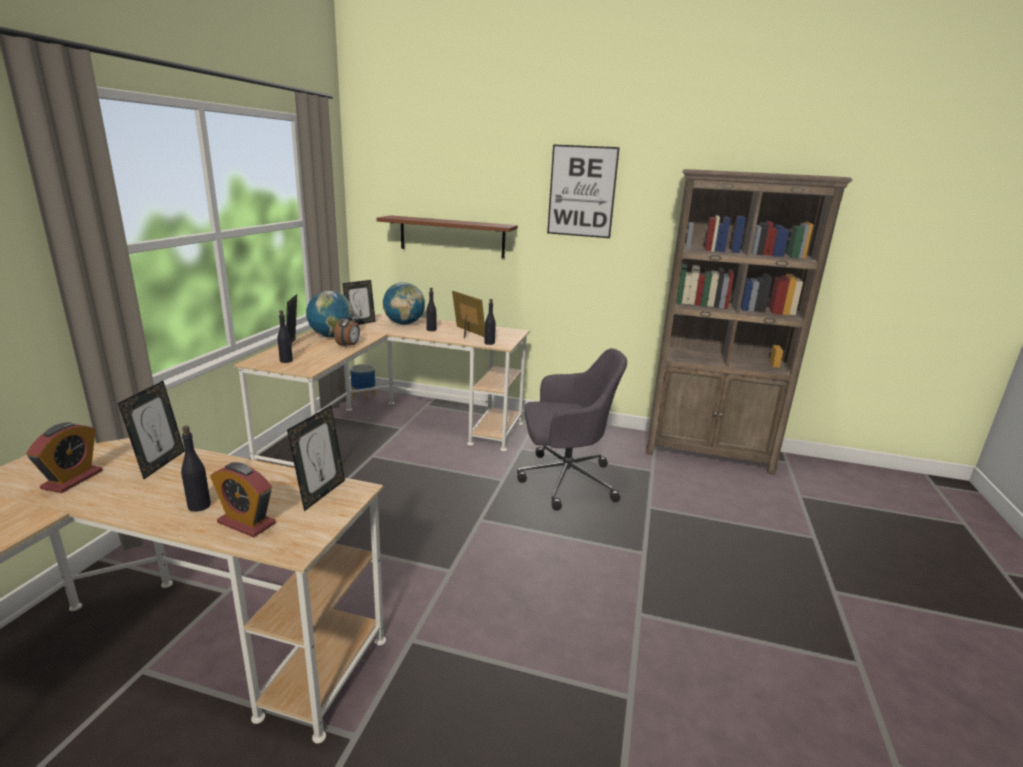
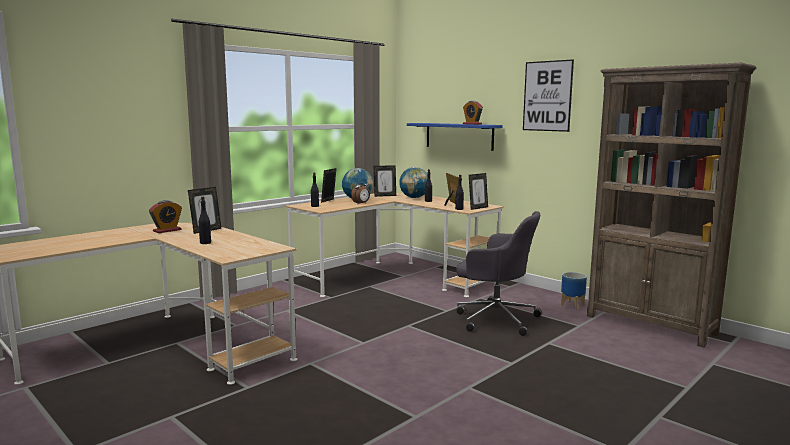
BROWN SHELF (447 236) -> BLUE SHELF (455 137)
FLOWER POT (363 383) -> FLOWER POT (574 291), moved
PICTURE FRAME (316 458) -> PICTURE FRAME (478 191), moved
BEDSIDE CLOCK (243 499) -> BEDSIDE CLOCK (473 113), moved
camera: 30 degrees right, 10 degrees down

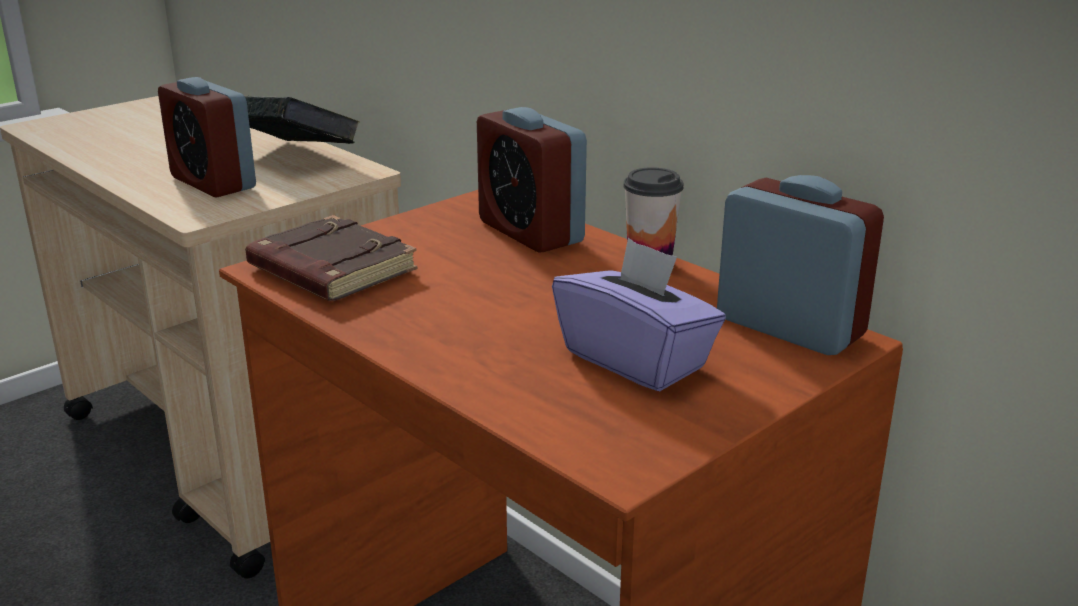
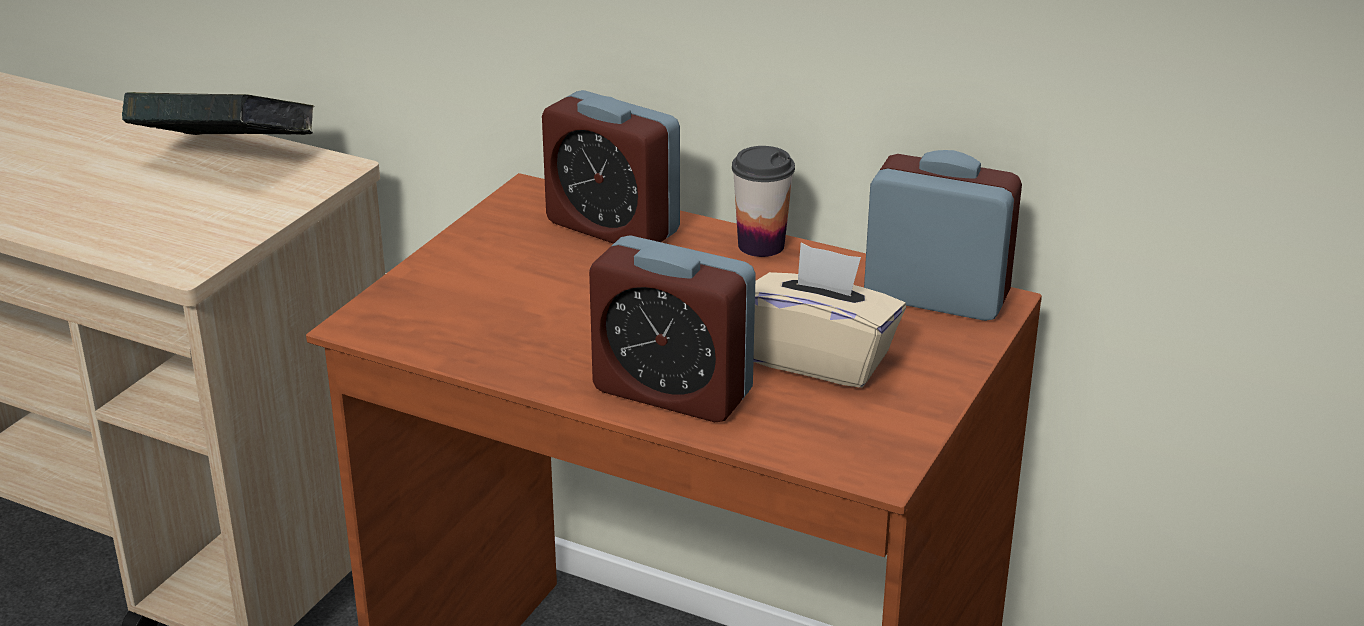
BEDSIDE CLOCK (207 137) -> BEDSIDE CLOCK (672 328), moved
BROWN BOUND BOOK (331 258) -> none
PURPLE TISSUE HOLDER (639 314) -> BEIGE-COLOURED TISSUE HOLDER (829 315)
camera: 20 degrees left, 5 degrees up

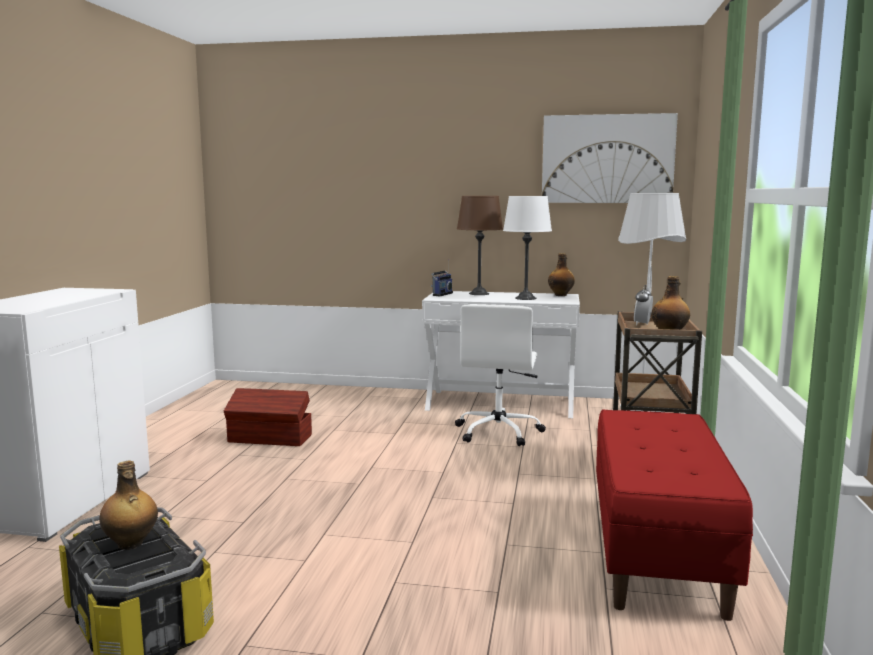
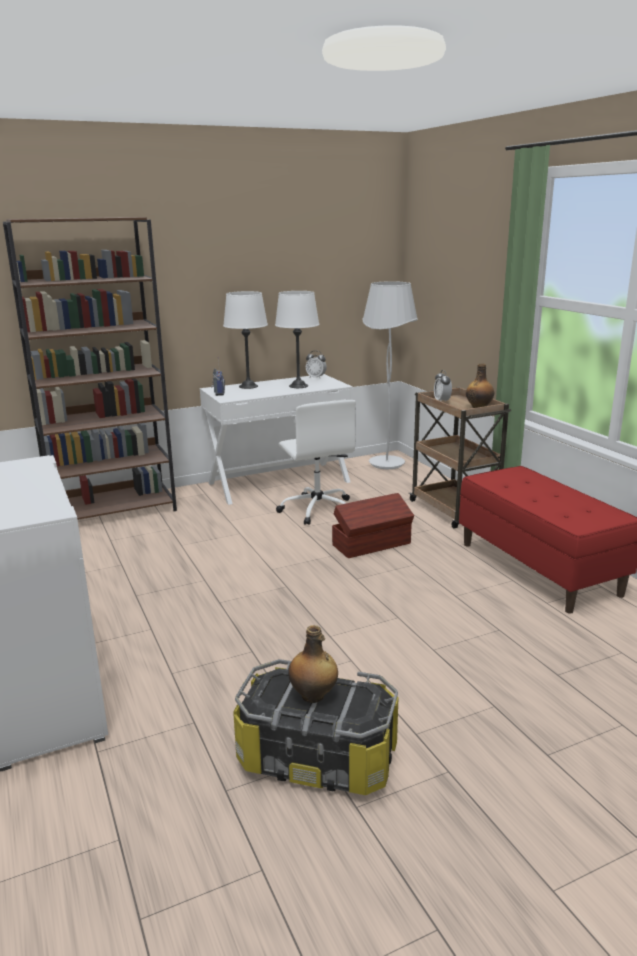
PICTURE (610 158) -> none
BROWN TABLETOP LAMP (480 245) -> WHITISH TABLETOP LAMP (245 340)
BEVERAGE BOTTLE (561 274) -> BEDSIDE CLOCK (316 364)
BROWN STORAGE CONTAINER (268 417) -> BROWN STORAGE CONTAINER (373 525), moved
none -> BROWN SHELVING UNIT (90 368)
camera: 35 degrees left, 10 degrees up

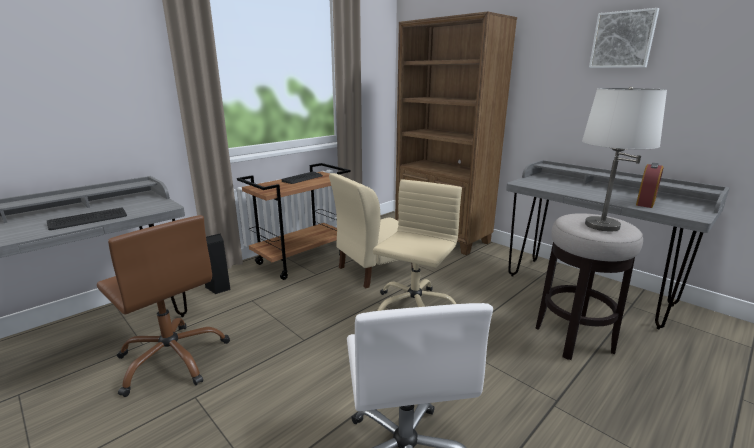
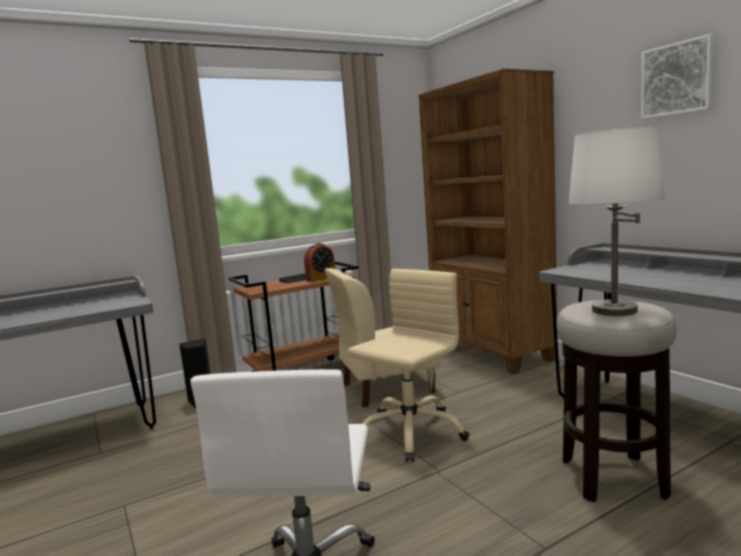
BEDSIDE CLOCK (650 185) -> BEDSIDE CLOCK (319 262), moved
PC KEYBOARD (87 219) -> none
BROWN COMPUTER CHAIR (163 306) -> none
camera: 15 degrees right, 10 degrees down

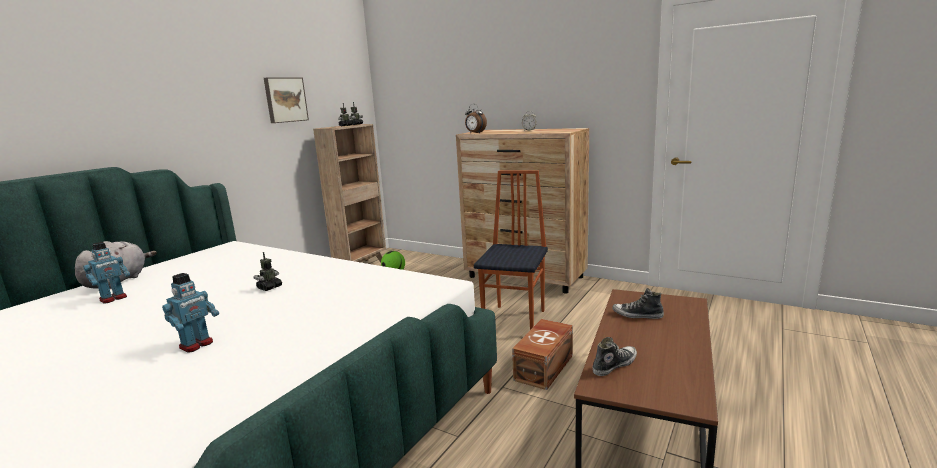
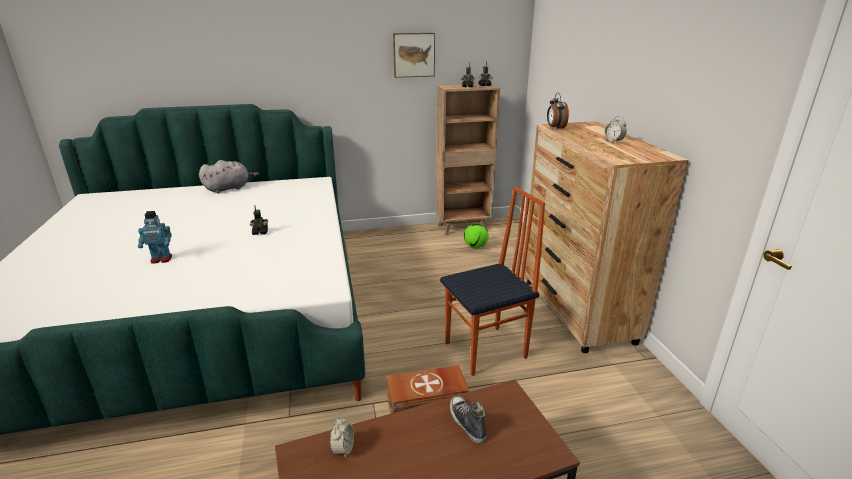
MODEL ROBOT (106 272) -> none
LOW SHOE (614 356) -> BEDSIDE CLOCK (342 437)
camera: 45 degrees right, 10 degrees up

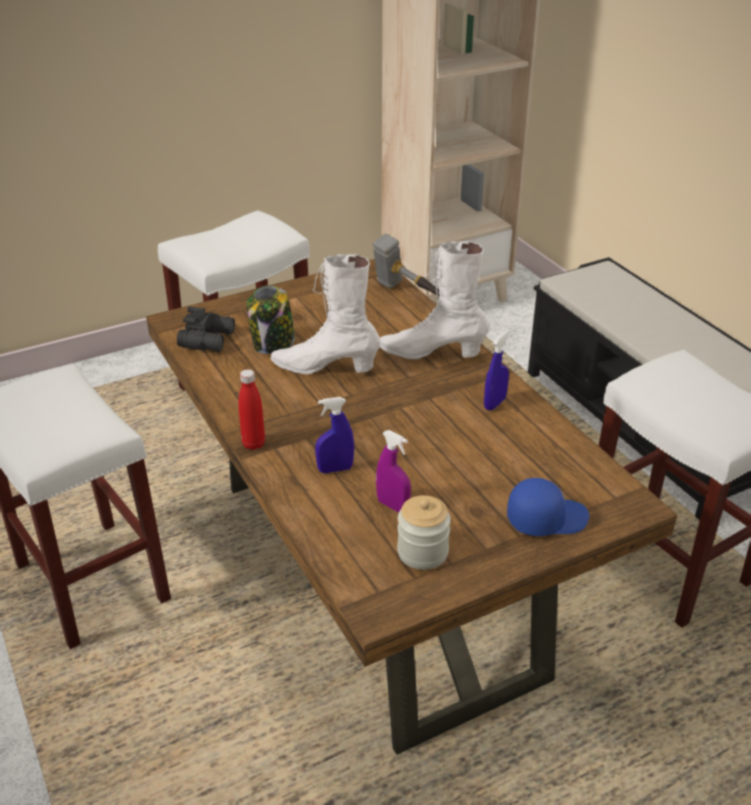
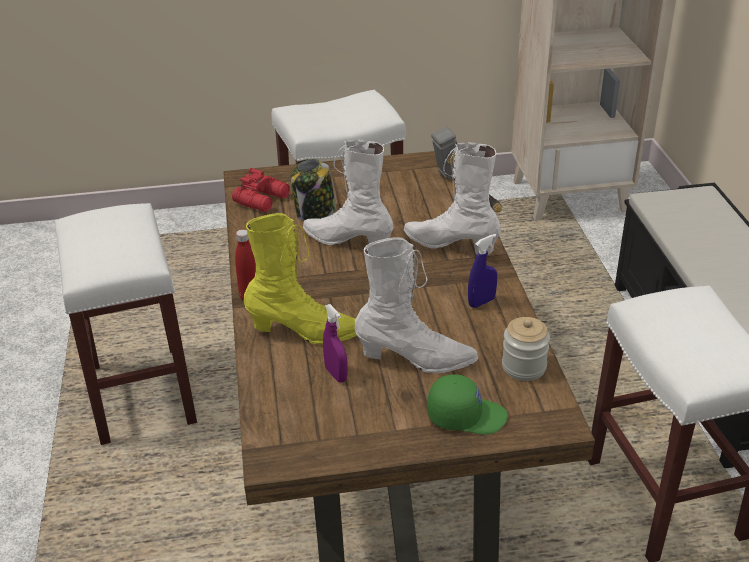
BLACKISH FIELD GLASSES (206 329) -> RED FIELD GLASSES (261 190)
BLUE SPRAY BOTTLE (334 435) -> YELLOW TALL BOOT (300 279)
BLUE BASEBALL CAP (548 507) -> GREEN BASEBALL CAP (467 404)
PRESERVE JAR (424 532) -> PRESERVE JAR (526 349), moved
none -> WHITISH TALL BOOT (416 305)
camera: 20 degrees right, 0 degrees up

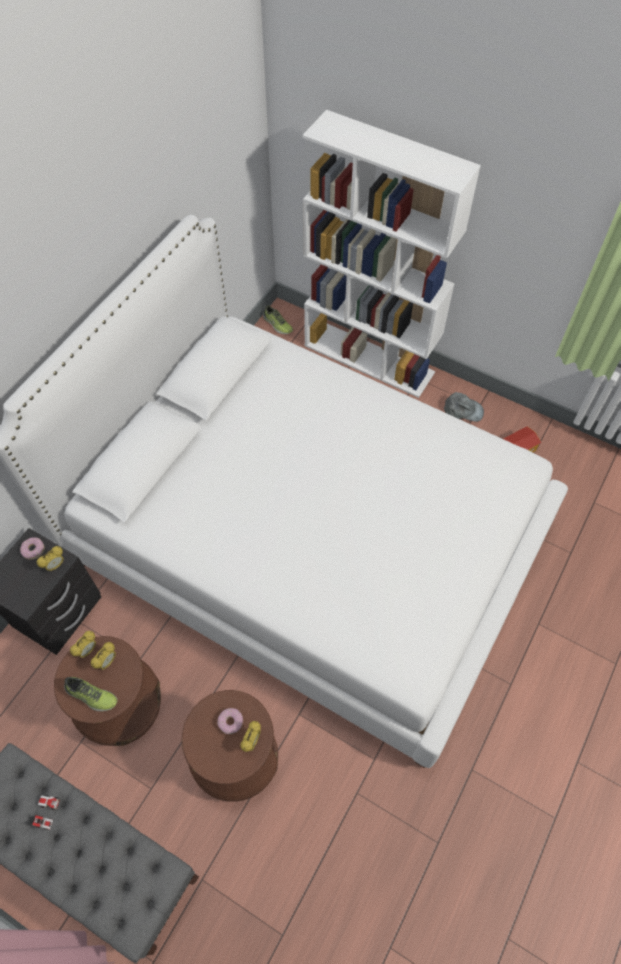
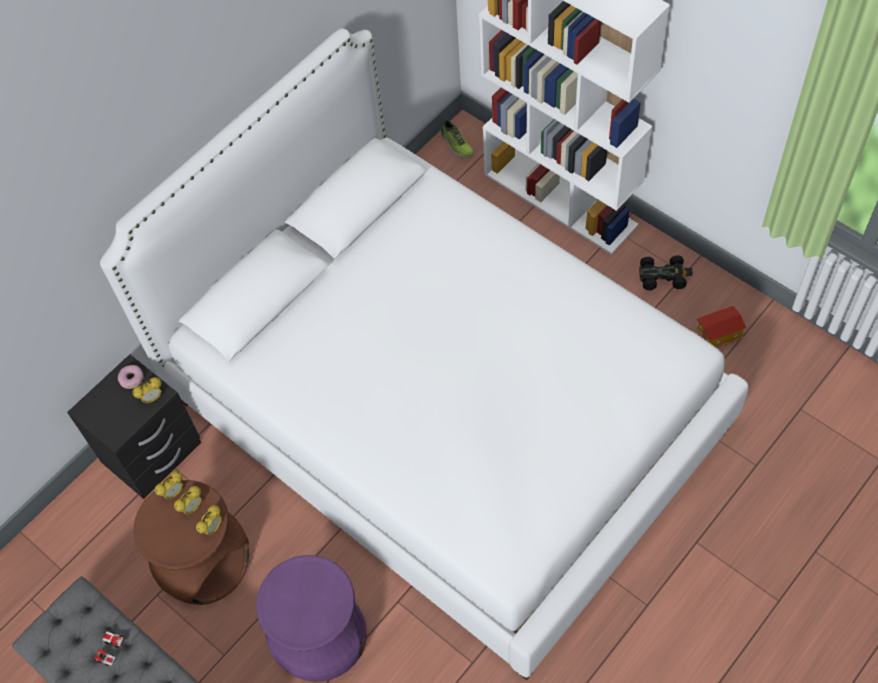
GREY BASEBALL CAP (464 407) -> BLACKISH MODEL CAR (666 272)
LOW SHOE (91 694) -> none
BROWN STOOL (230 746) -> PURPLE STOOL (311 618)
DONUT (230 721) -> none
BEDSIDE CLOCK (251 736) -> BEDSIDE CLOCK (209 520), moved
camera: 15 degrees right, 0 degrees up

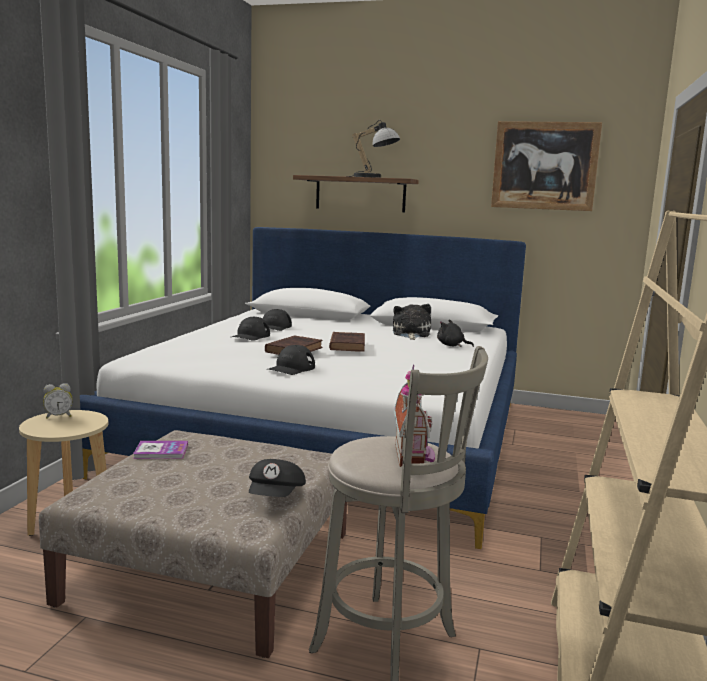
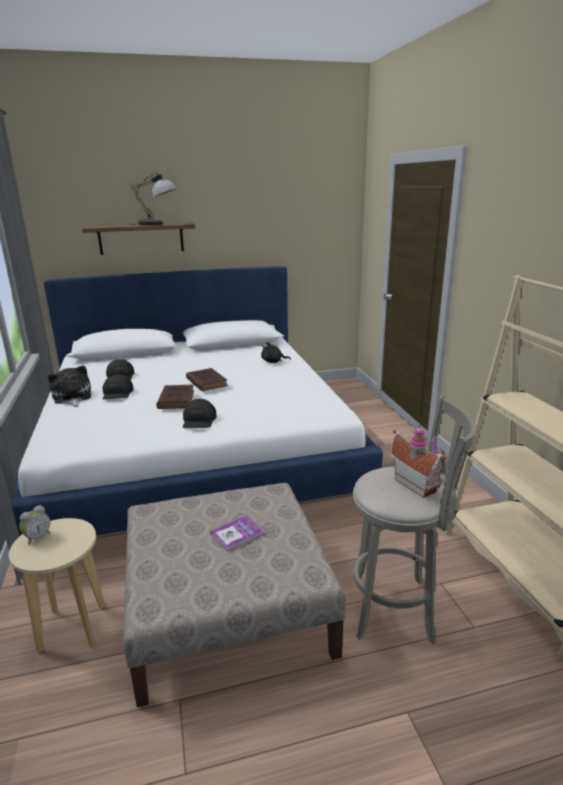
PICTURE (546 166) -> none
CUDDLY TOY (412 322) -> CUDDLY TOY (70 386), moved
BOUND BOOK (160 450) -> BOUND BOOK (237 533), moved
BLACKISH BASEBALL CAP (277 478) -> none
camera: 30 degrees left, 10 degrees up

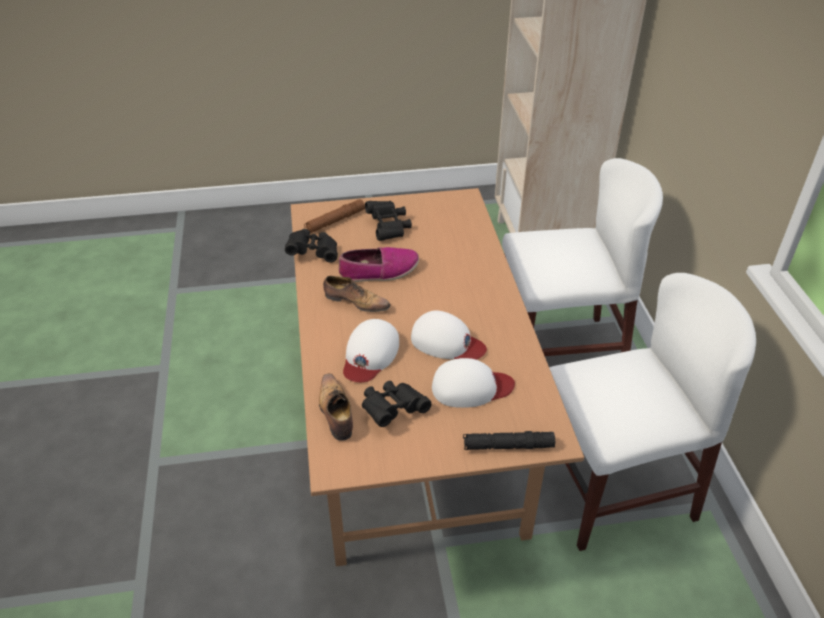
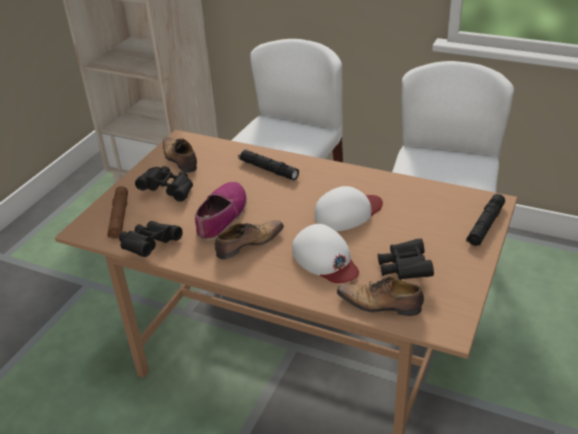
WHITISH BASEBALL CAP (473 383) -> none
none -> LOW SHOE (180 155)
none -> BLACKISH FLASHLIGHT (268 165)
camera: 55 degrees left, 5 degrees down

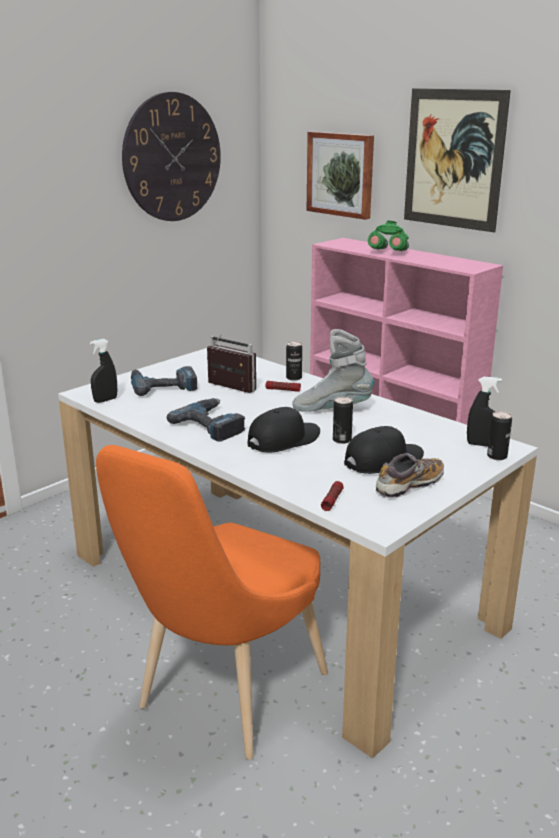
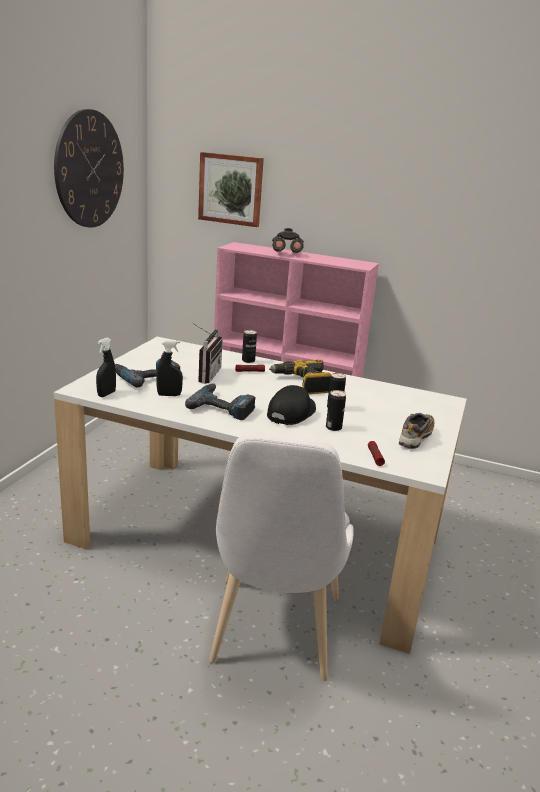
PICTURE (457 160) -> none
GREEN FIELD GLASSES (388 236) -> GREY FIELD GLASSES (288 240)
GREY TALL BOOT (333 370) -> DRILL (300 377)
RADIO (231 363) -> RADIO (207 353), 90 degrees clockwise
BLACKISH SPRAY BOTTLE (484 412) -> BLACKISH SPRAY BOTTLE (169 368), moved
CAN (499 435) -> CAN (336 410), moved
BLACKISH BASEBALL CAP (384 450) -> none
ORANGE CHAIR (212 602) -> WHITISH CHAIR (281 557)
camera: 25 degrees left, 0 degrees up

